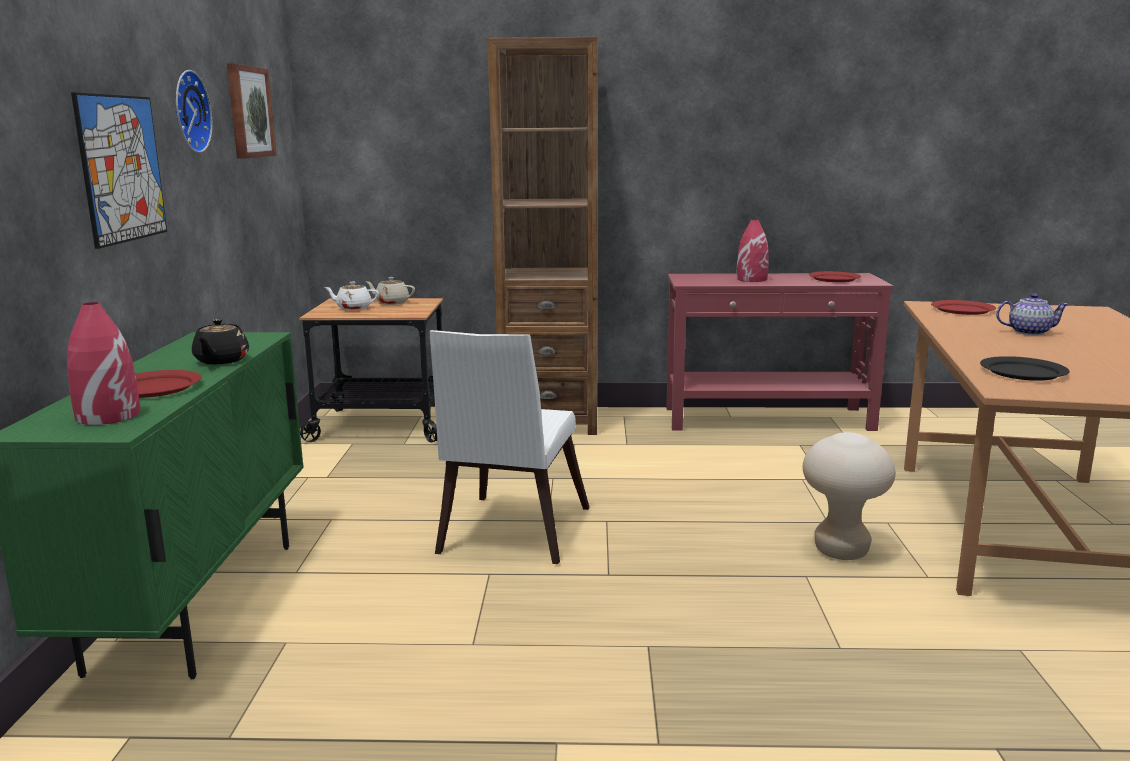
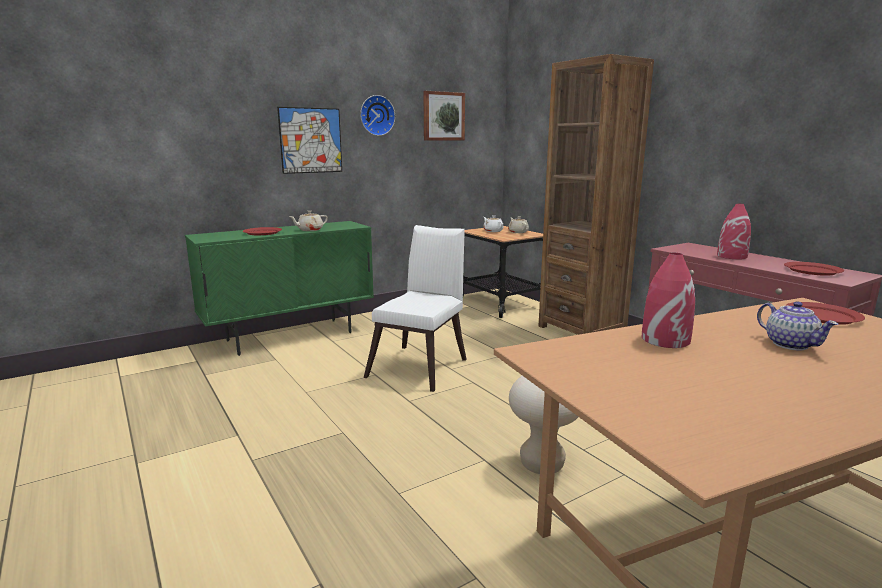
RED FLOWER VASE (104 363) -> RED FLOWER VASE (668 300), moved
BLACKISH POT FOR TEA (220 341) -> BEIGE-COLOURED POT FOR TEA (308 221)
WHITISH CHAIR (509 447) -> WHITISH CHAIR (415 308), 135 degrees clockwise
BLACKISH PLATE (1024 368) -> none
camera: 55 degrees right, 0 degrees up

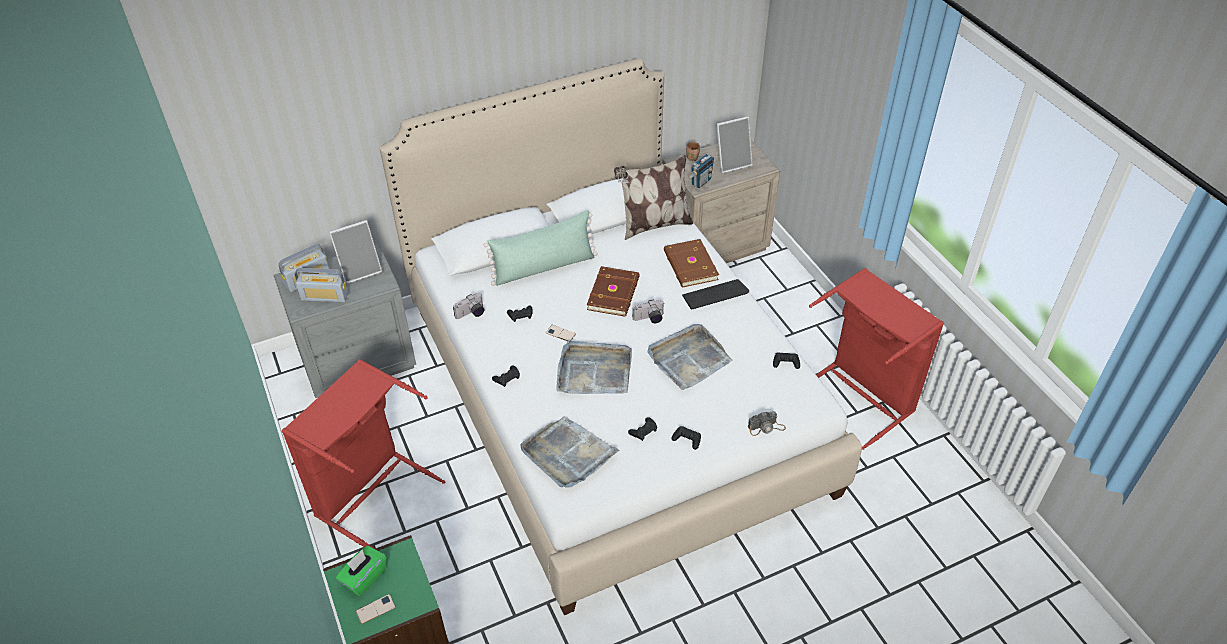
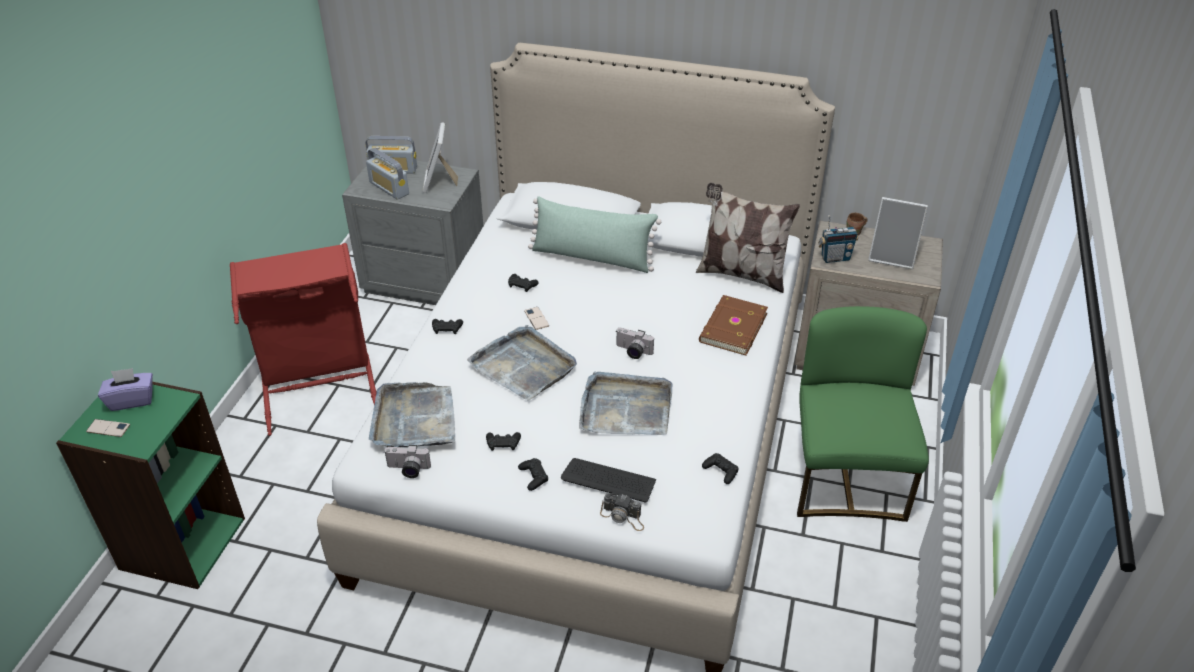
PICTURE FRAME (355 252) -> PICTURE FRAME (440 158), 75 degrees clockwise
BROWN BOUND BOOK (613 291) -> none
RED WASHING BASKET (876 359) -> none
PC KEYBOARD (715 294) -> PC KEYBOARD (608 480), moved
PHOTO CAMERA (469 306) -> PHOTO CAMERA (407 461), moved
GREEN TISSUE HOLDER (361 571) -> PURPLE TISSUE HOLDER (125 389)
none -> GREEN CHAIR (863 414)
camera: 40 degrees right, 5 degrees down

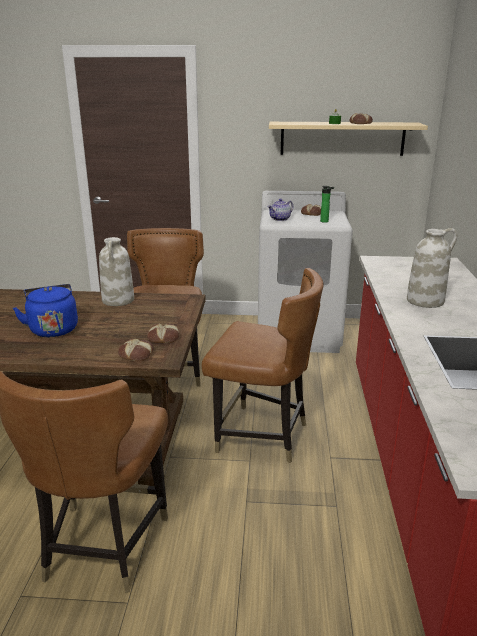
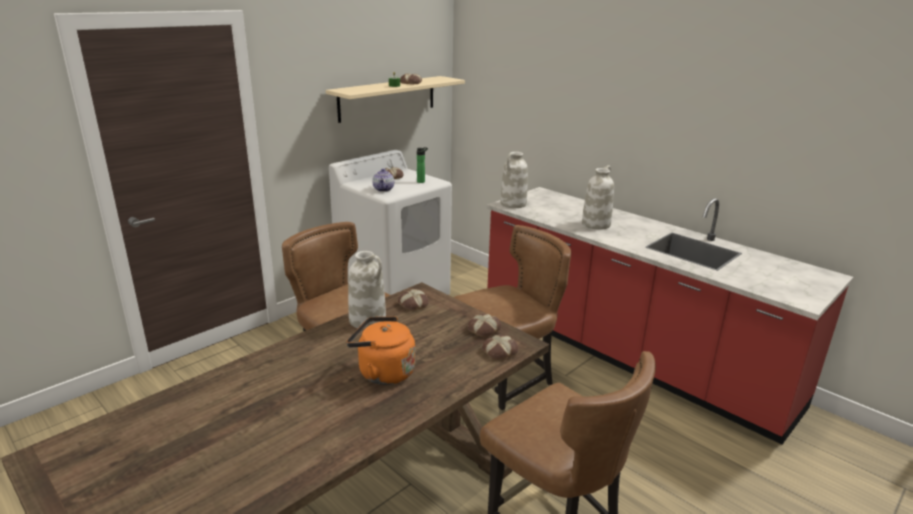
BLUE TEA KETTLE (45 310) -> ORANGE TEA KETTLE (380 351)
none -> WHITISH FLOWER VASE (514 180)
none -> BAKED BREAD (413 300)
camera: 50 degrees left, 0 degrees up

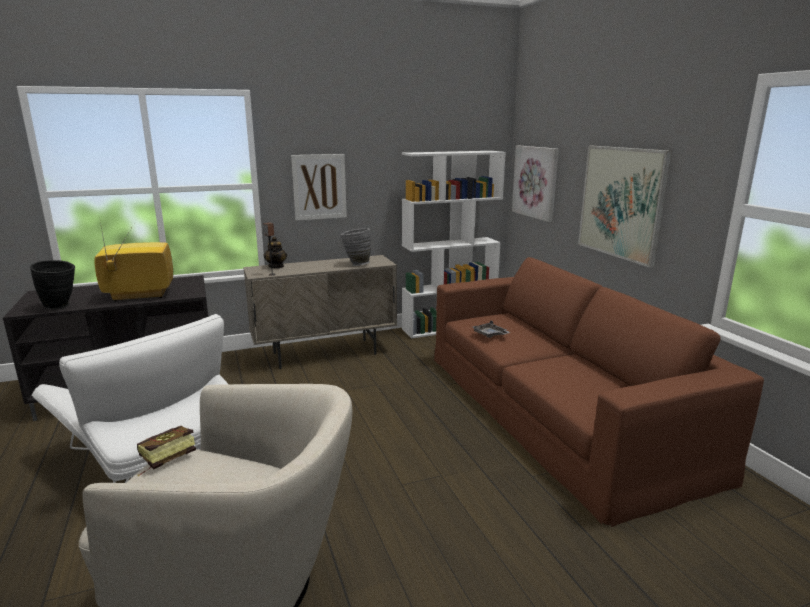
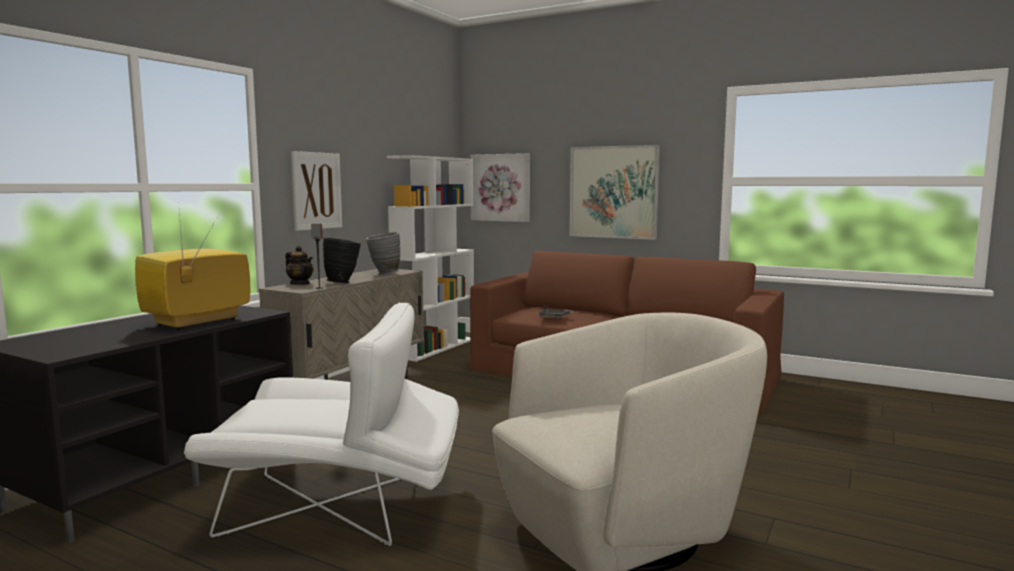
BLACKISH FLOWER VASE (52 284) -> BLACKISH FLOWER VASE (342 260), moved
BOUND BOOK (166 451) -> none
camera: 40 degrees left, 10 degrees down

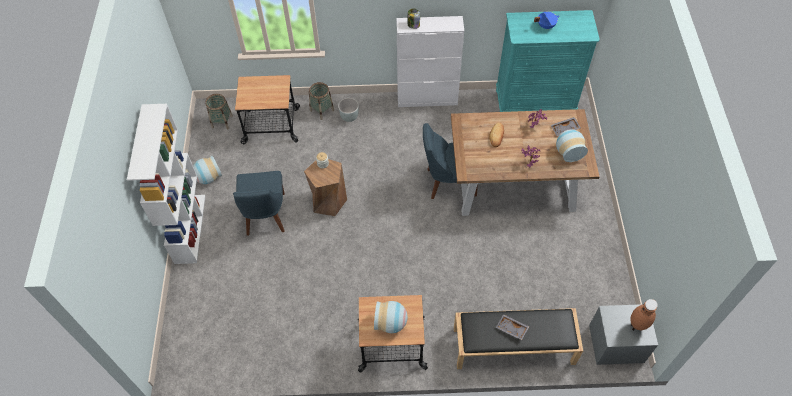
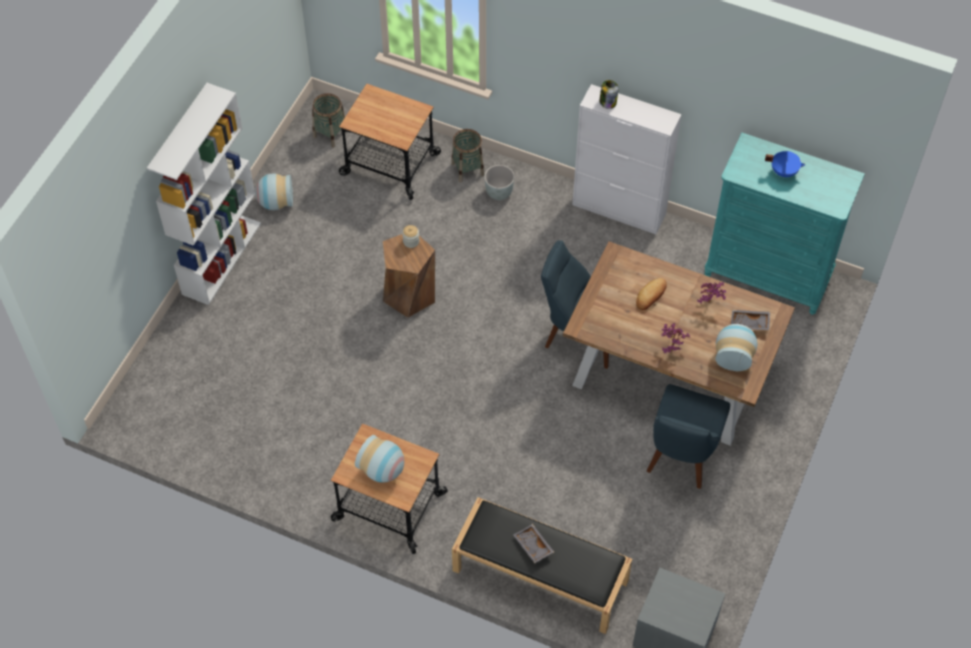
BLUE CHAIR (259 203) -> BLUE CHAIR (688 436), moved
BROWN FLOWER VASE (644 315) -> none
camera: 25 degrees right, 0 degrees up

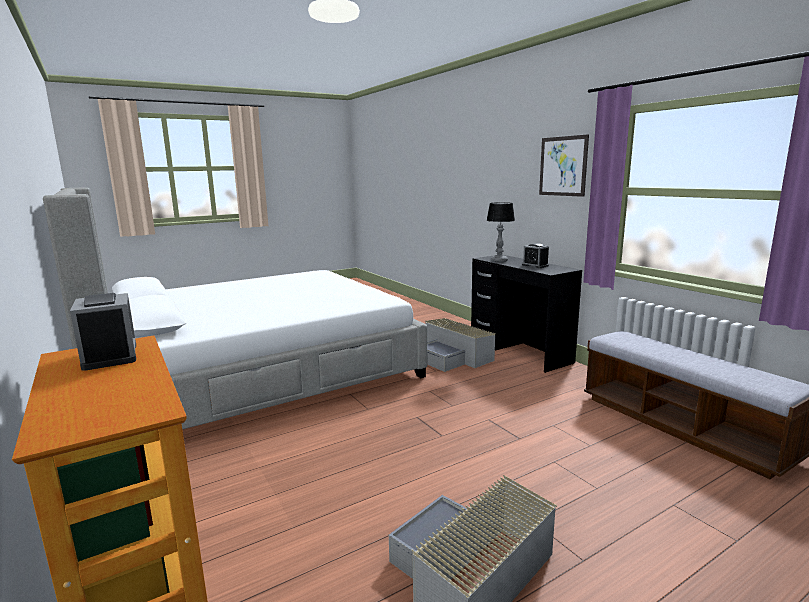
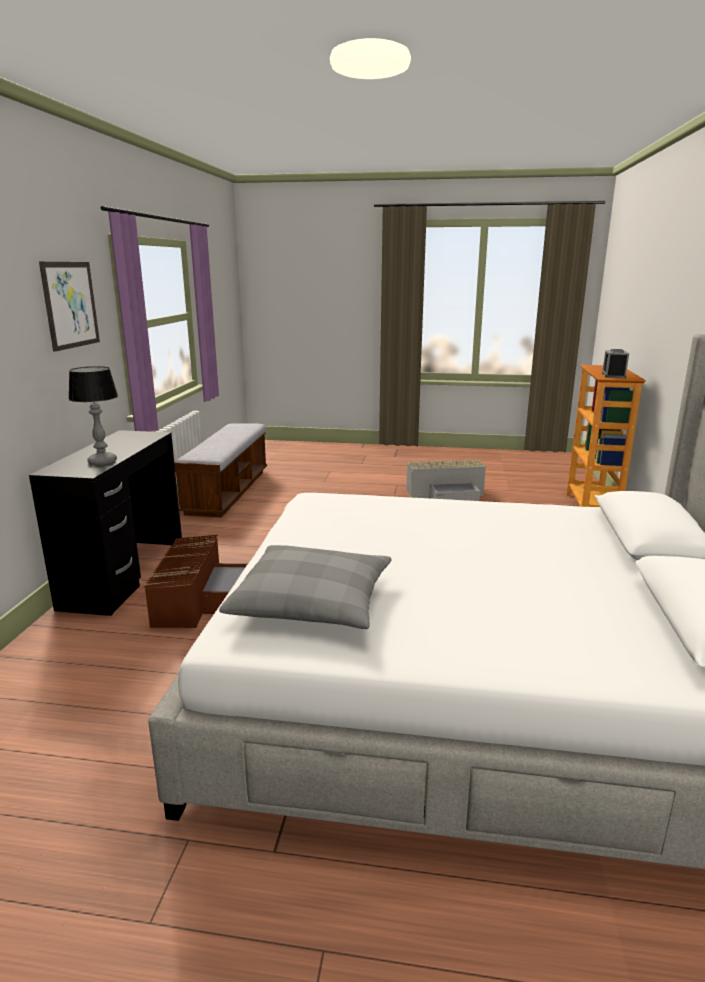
BEDSIDE CLOCK (535 255) -> none
GREY STORAGE CONTAINER (460 345) -> BROWN STORAGE CONTAINER (195 581)
none -> GREY CUSHION (305 587)
camera: 140 degrees left, 5 degrees up

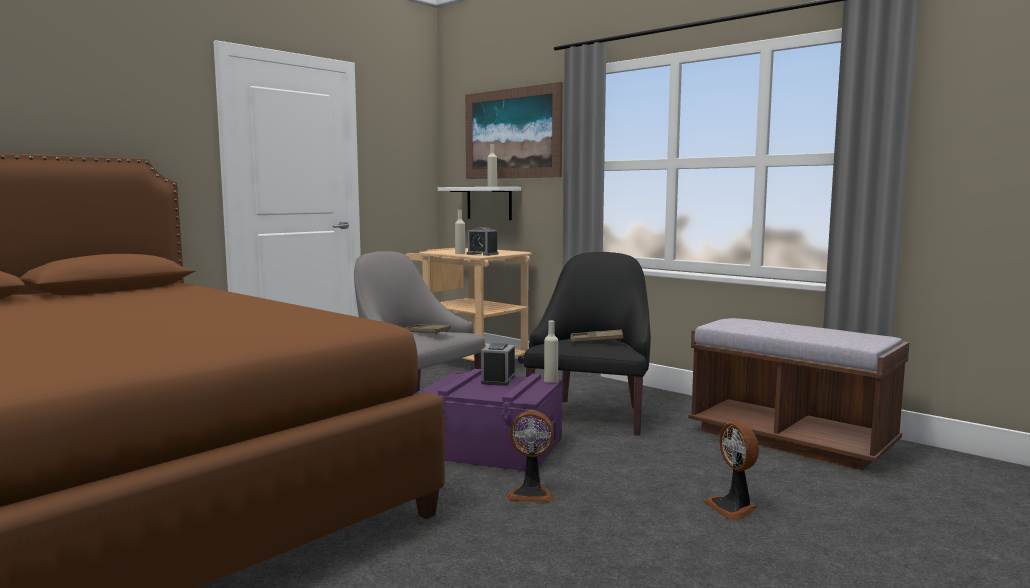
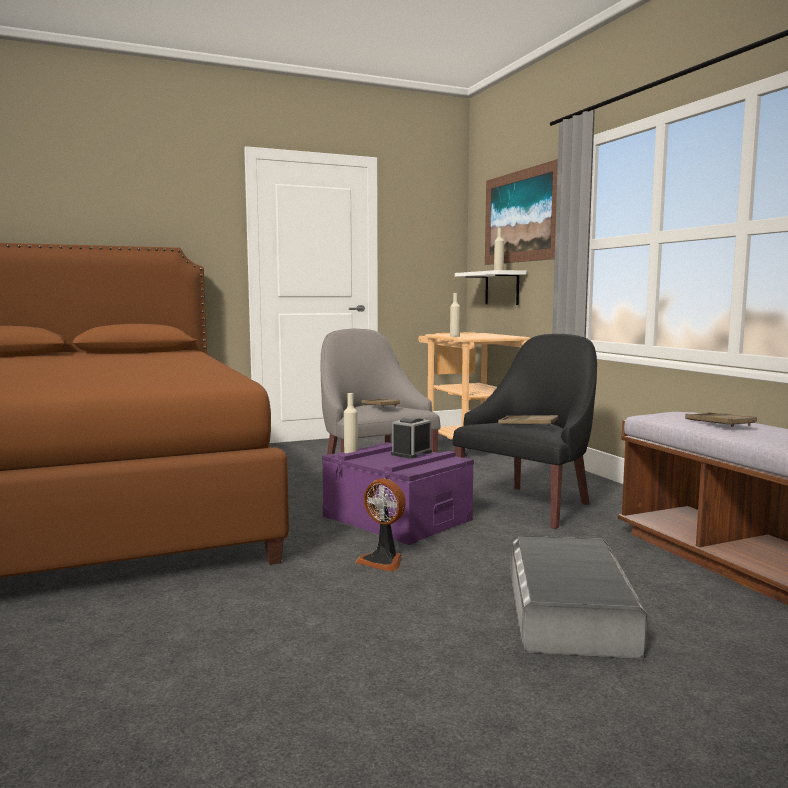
BEDSIDE CLOCK (482 241) -> none
BEIGE-COLOURED BEVERAGE BOTTLE (551 352) -> BEIGE-COLOURED BEVERAGE BOTTLE (351 423), moved
ELECTRIC FAN (731 470) -> GREY STORAGE CONTAINER (579 597)
none -> BROWN TRAY (721 419)
camera: 25 degrees right, 0 degrees up

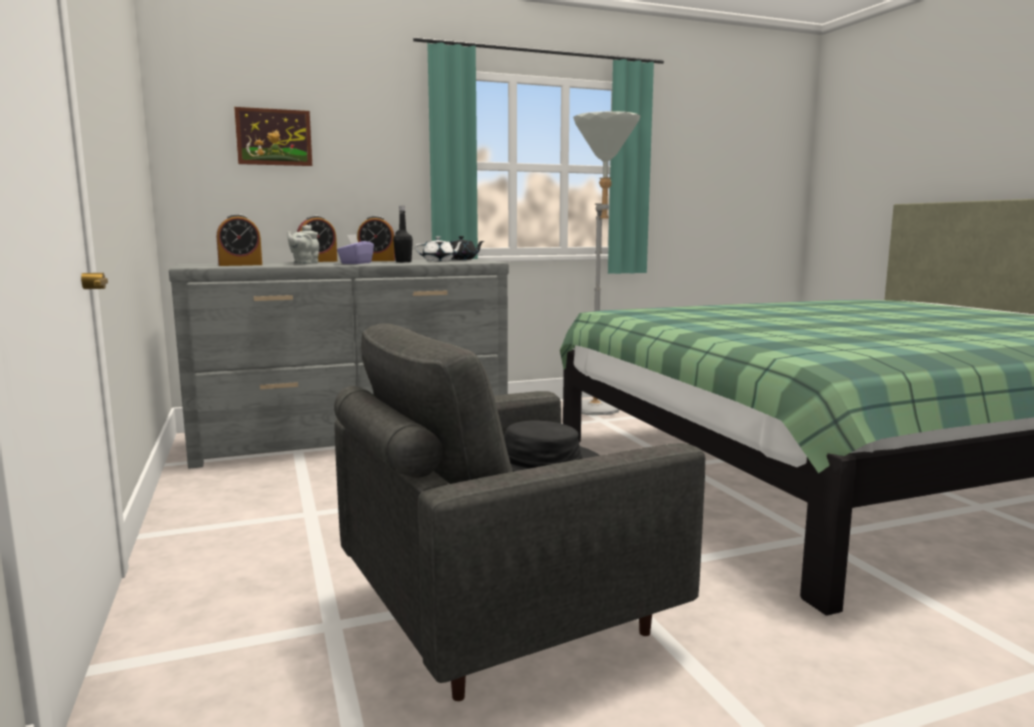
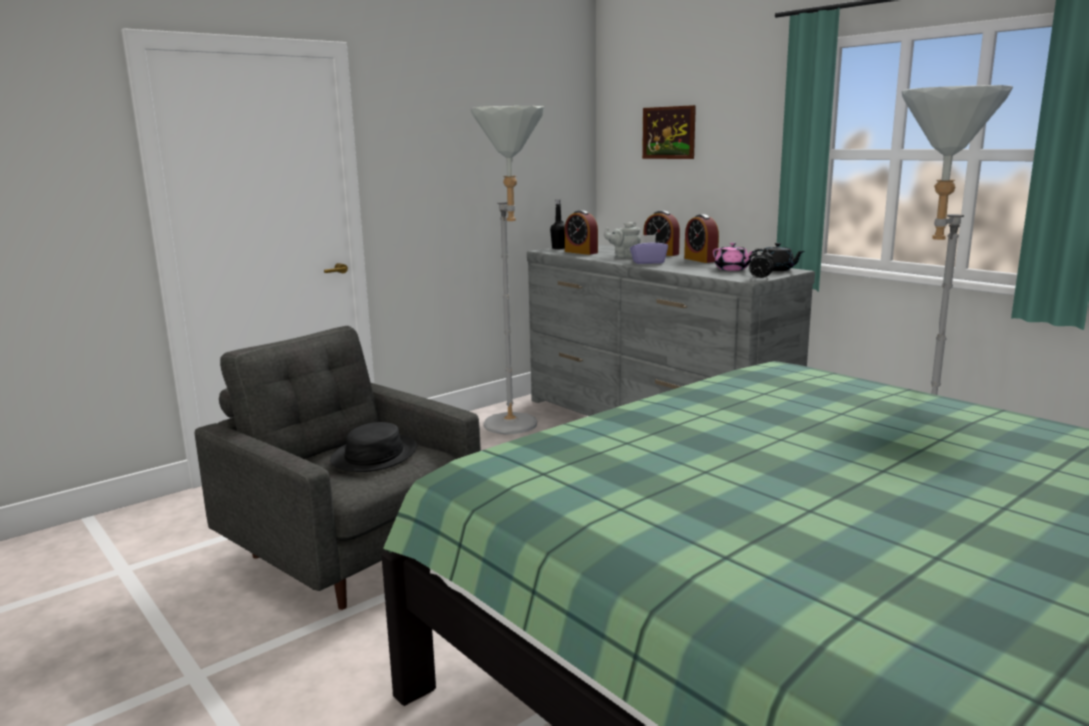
BLACKISH BEVERAGE BOTTLE (403 234) -> BLACKISH BEVERAGE BOTTLE (557 224), moved
WHITISH POT FOR TEA (439 248) -> PINK-COLOURED POT FOR TEA (734 257)
none -> GREY STANDARD LAMP (508 270)
none -> BEDSIDE CLOCK (761 263)
camera: 70 degrees right, 5 degrees up

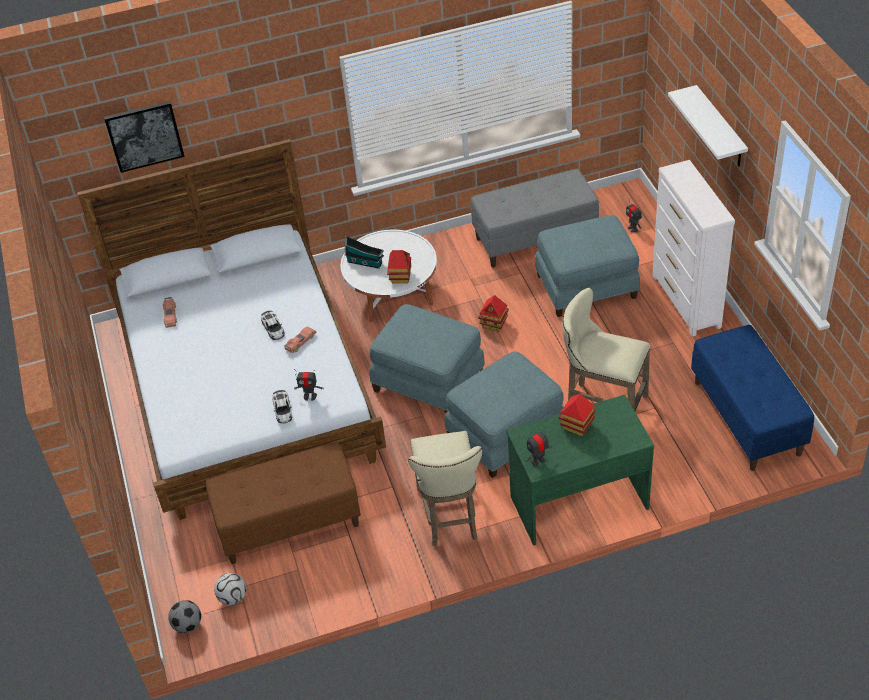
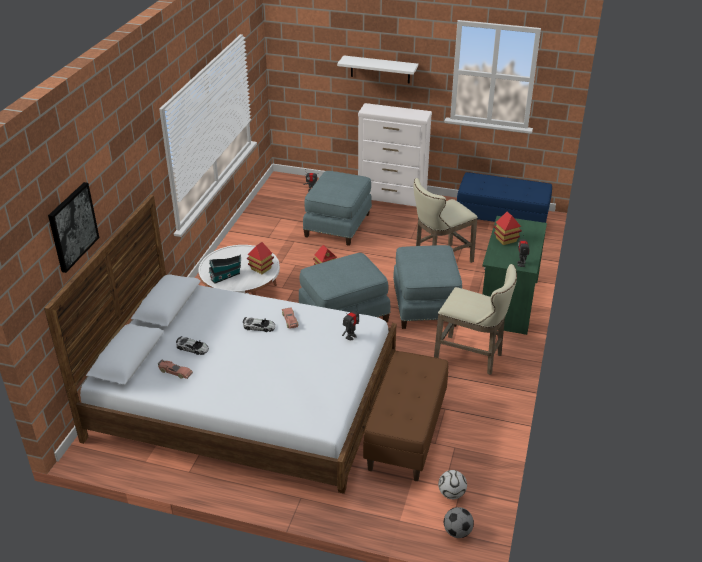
GREY BENCH (535 218) -> none
MODEL CAR (282 406) -> MODEL CAR (192 345), moved
camera: 60 degrees left, 10 degrees down

